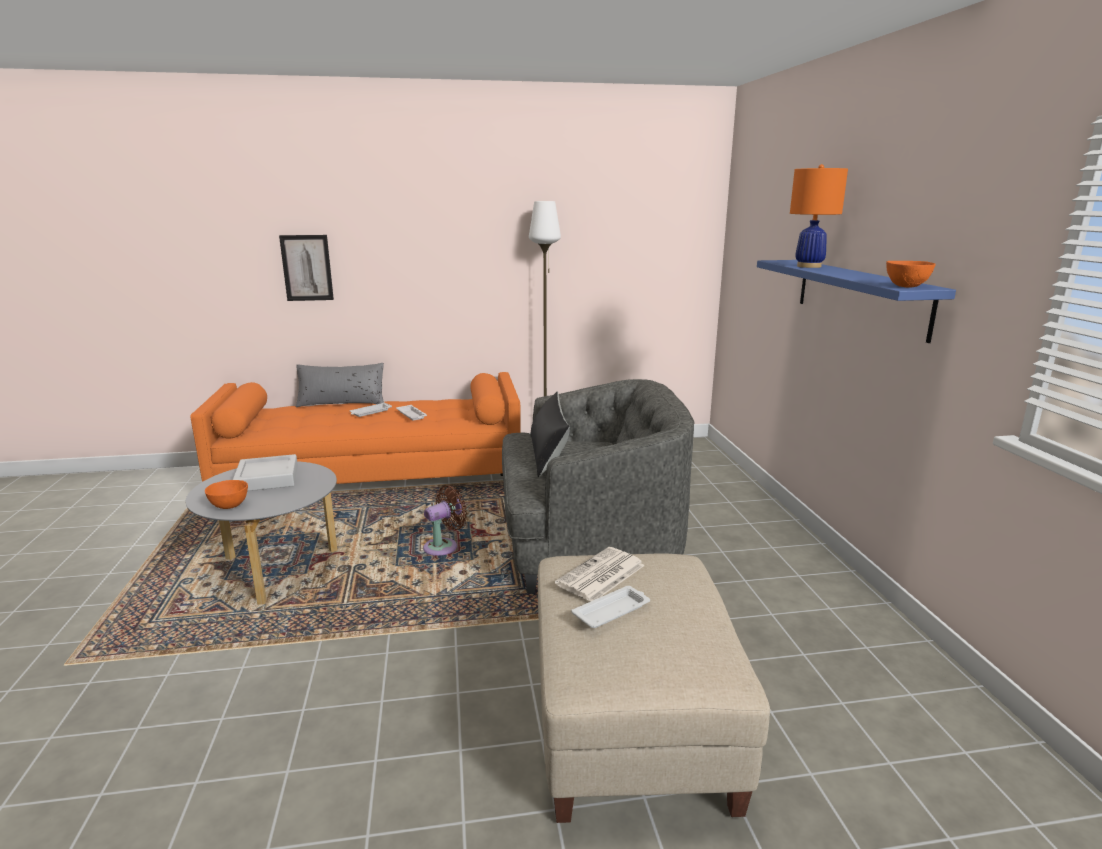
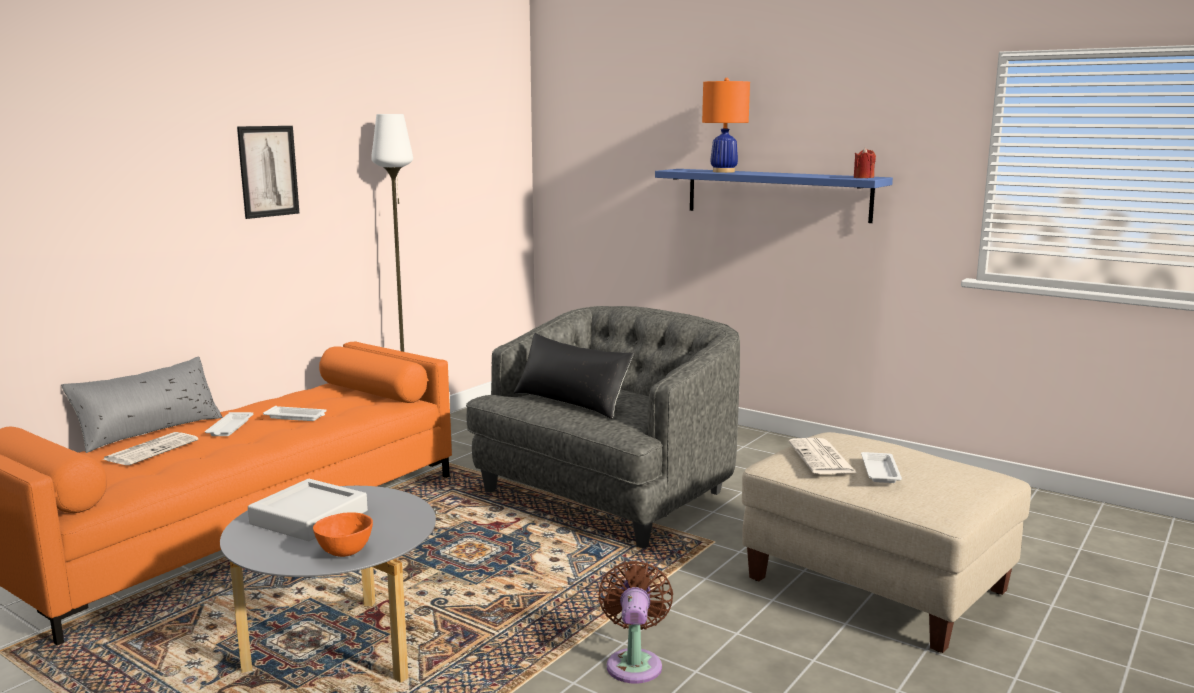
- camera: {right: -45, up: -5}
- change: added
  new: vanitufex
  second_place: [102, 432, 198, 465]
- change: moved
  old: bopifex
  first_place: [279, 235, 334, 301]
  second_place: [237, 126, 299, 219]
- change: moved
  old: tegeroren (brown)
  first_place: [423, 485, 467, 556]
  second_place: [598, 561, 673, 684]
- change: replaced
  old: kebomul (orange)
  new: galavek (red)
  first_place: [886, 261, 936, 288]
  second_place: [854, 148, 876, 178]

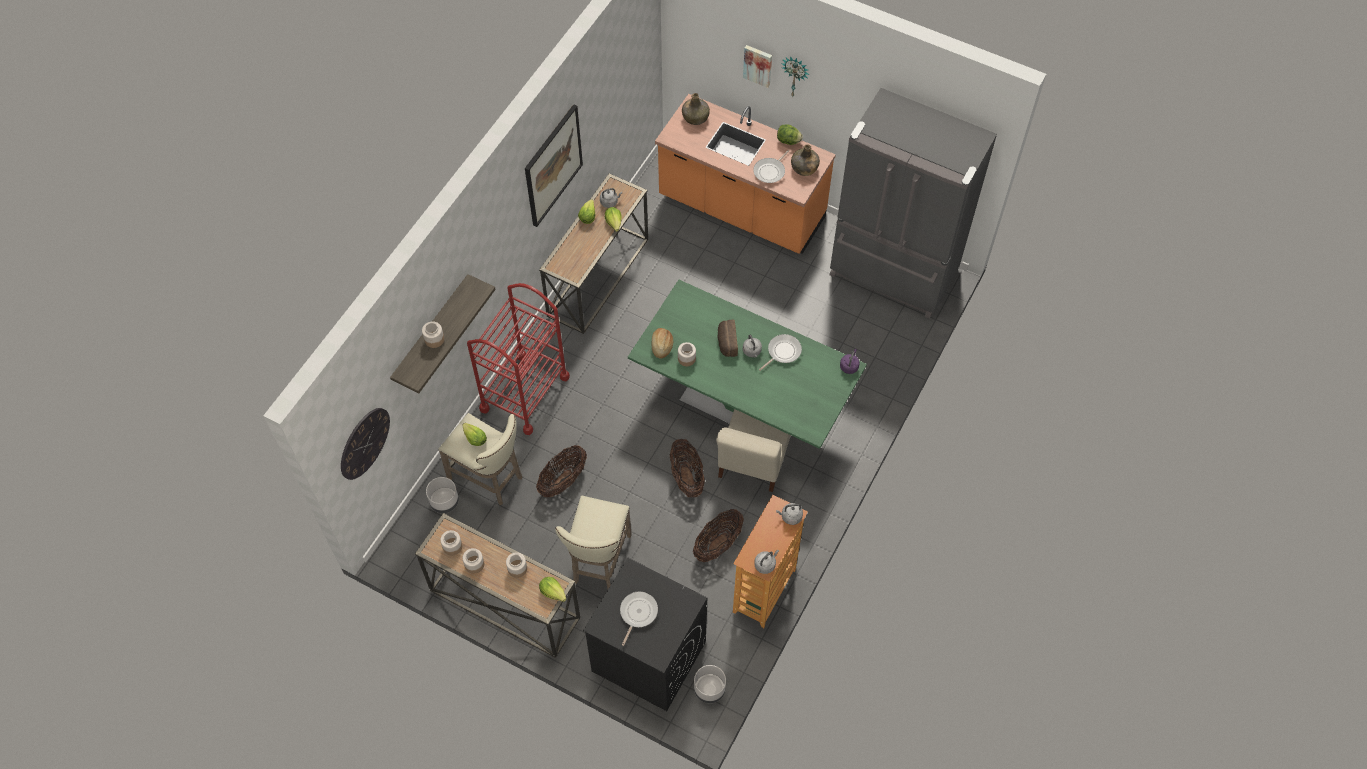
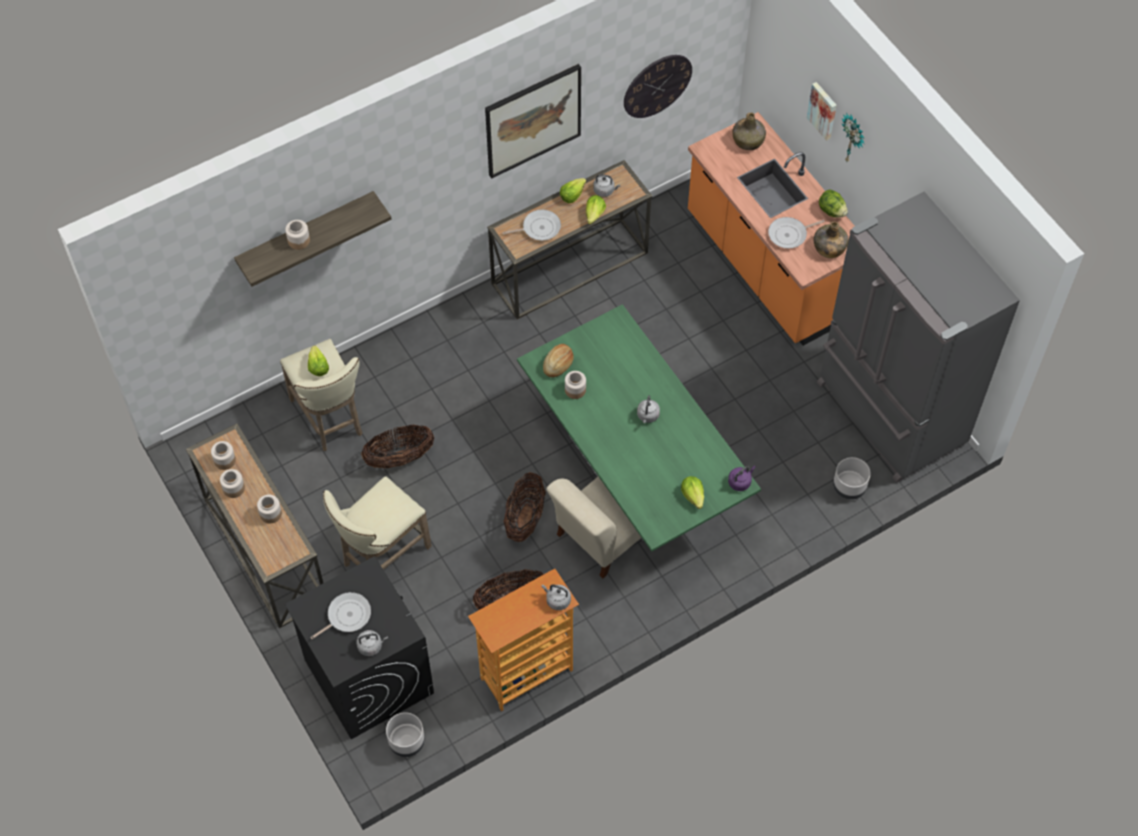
- camera: {right: 30, up: 0}
- change: removed
  old: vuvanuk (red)
  first_place: [467, 283, 570, 435]
- change: removed
  old: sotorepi
  first_place: [717, 320, 738, 357]
- change: moved
  old: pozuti
  first_place: [341, 408, 390, 480]
  second_place: [624, 55, 692, 118]
- change: moved
  old: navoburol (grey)
  first_place: [426, 477, 459, 513]
  second_place: [833, 457, 871, 500]
- change: moved
  old: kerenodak
  first_place: [539, 577, 566, 602]
  second_place: [681, 476, 704, 509]
- change: moved
  old: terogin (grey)
  first_place: [754, 550, 779, 574]
  second_place: [356, 630, 388, 656]
- change: moved
  old: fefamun
  first_place: [759, 334, 802, 371]
  second_place: [503, 210, 561, 240]

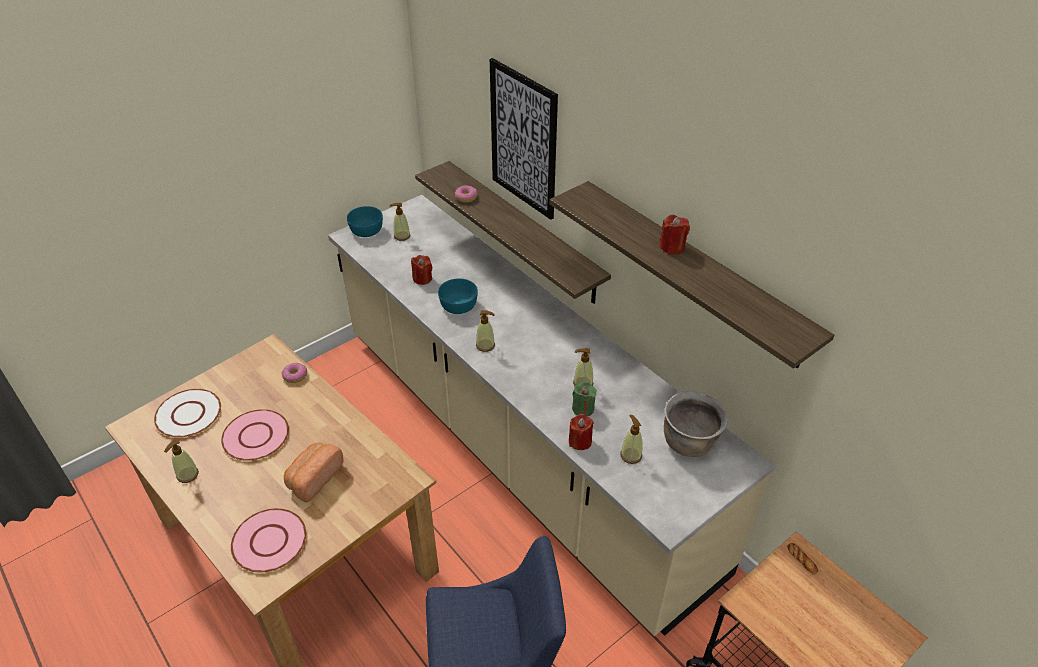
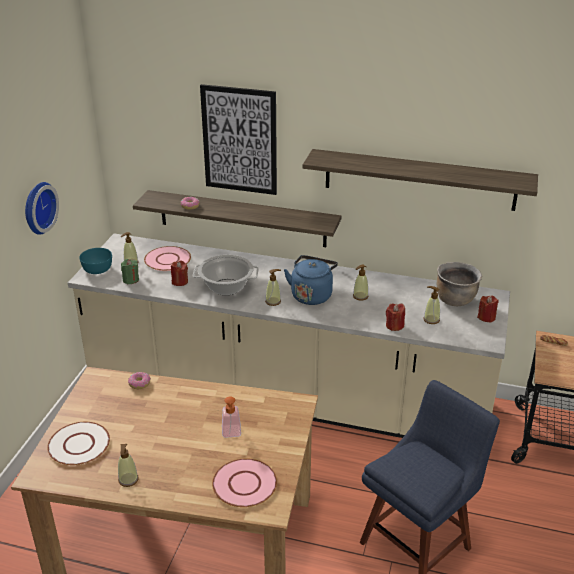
- camera: {right: -35, up: -10}
- change: added
  new: pozuti
  second_place: [25, 182, 59, 235]
- change: added
  new: terogin (blue)
  second_place: [284, 255, 338, 305]
- change: moved
  old: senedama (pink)
  first_place: [221, 409, 289, 461]
  second_place: [144, 246, 191, 271]
- change: moved
  old: galavek (green)
  first_place: [572, 382, 597, 416]
  second_place: [121, 259, 139, 284]
- change: moved
  old: galavek (red)
  first_place: [660, 215, 690, 254]
  second_place: [477, 295, 498, 323]
- change: replaced
  old: sotorepi
  new: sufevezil
  first_place: [284, 443, 344, 502]
  second_place: [222, 396, 241, 438]
- change: replaced
  old: kebomul (turquoise)
  new: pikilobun
  first_place: [438, 278, 478, 314]
  second_place: [193, 255, 259, 295]

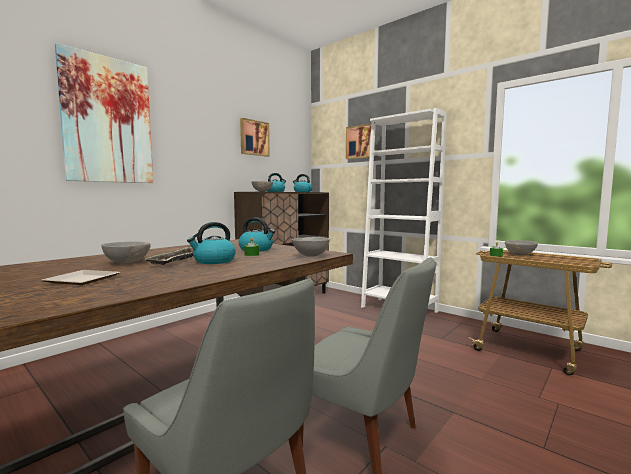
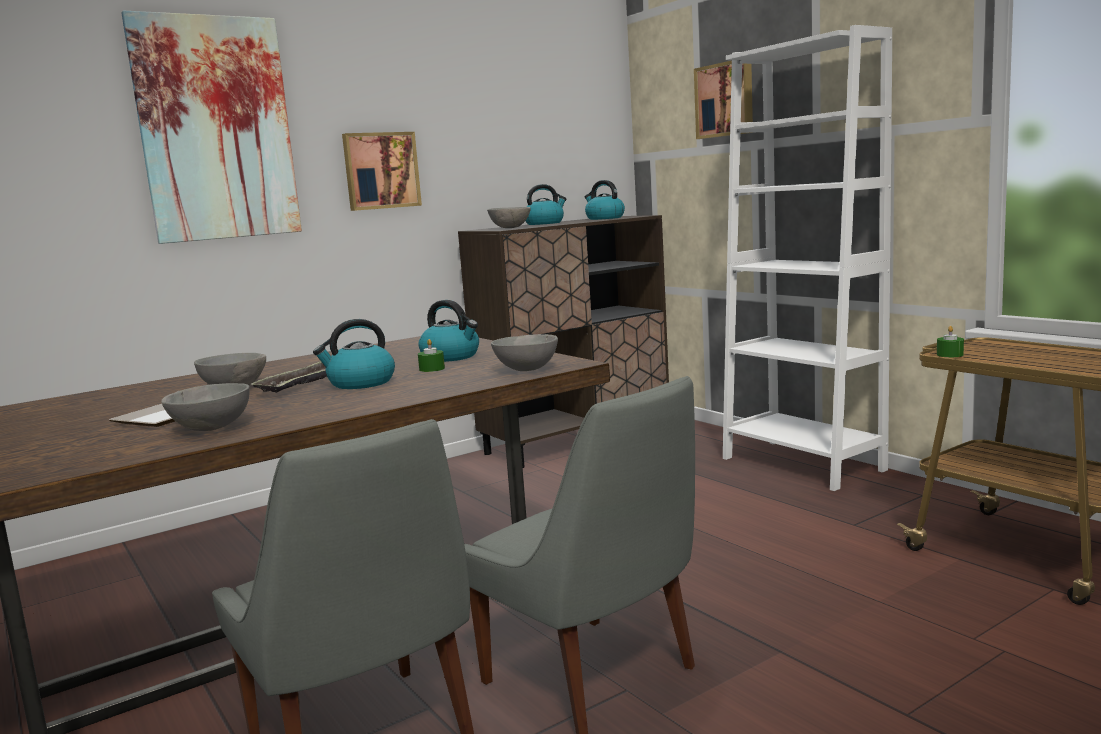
- camera: {right: 15, up: 5}
- change: moved
  old: bopifex
  first_place: [240, 118, 270, 157]
  second_place: [342, 132, 422, 211]
- change: moved
  old: kebomul (grey)
  first_place: [505, 240, 538, 255]
  second_place: [161, 383, 250, 431]

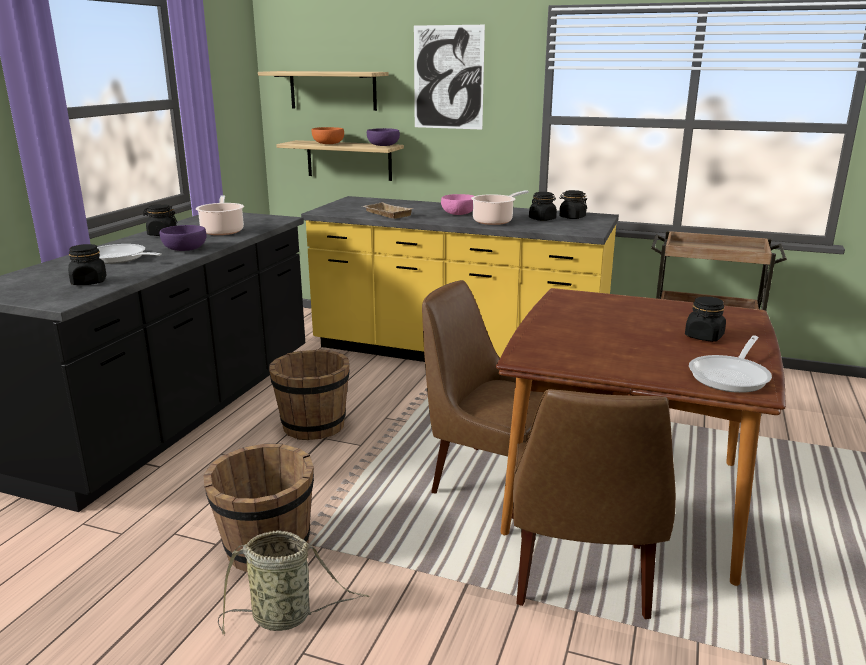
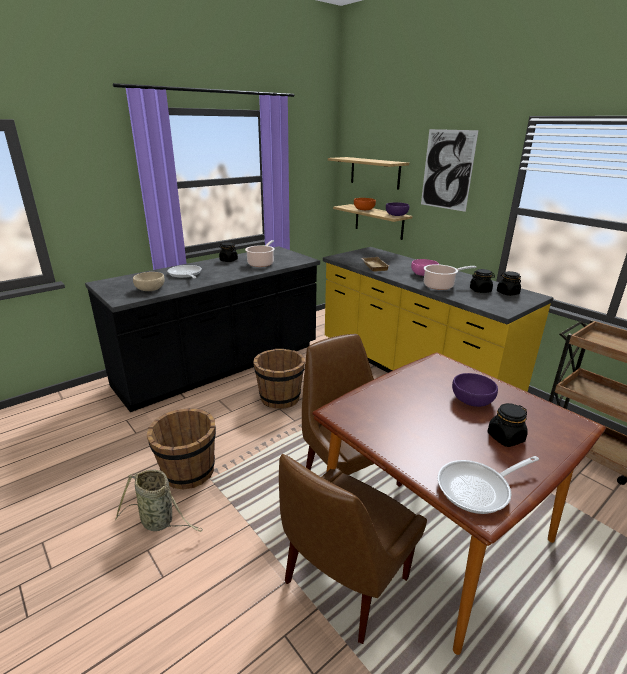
- camera: {right: 30, up: 5}
- change: moved
  old: kebomul (purple)
  first_place: [160, 225, 207, 251]
  second_place: [452, 373, 498, 407]
- change: replaced
  old: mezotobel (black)
  new: kebomul (beige)
  first_place: [68, 244, 106, 285]
  second_place: [133, 272, 165, 291]

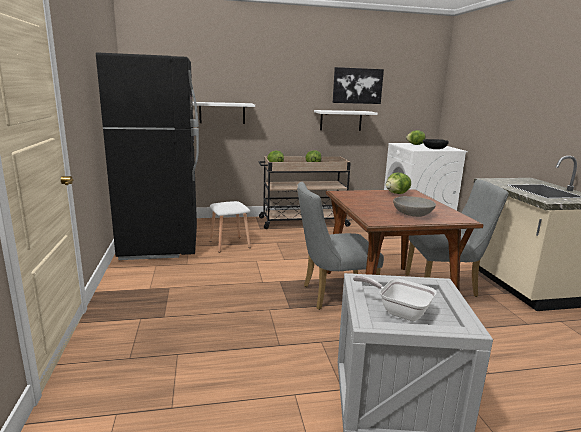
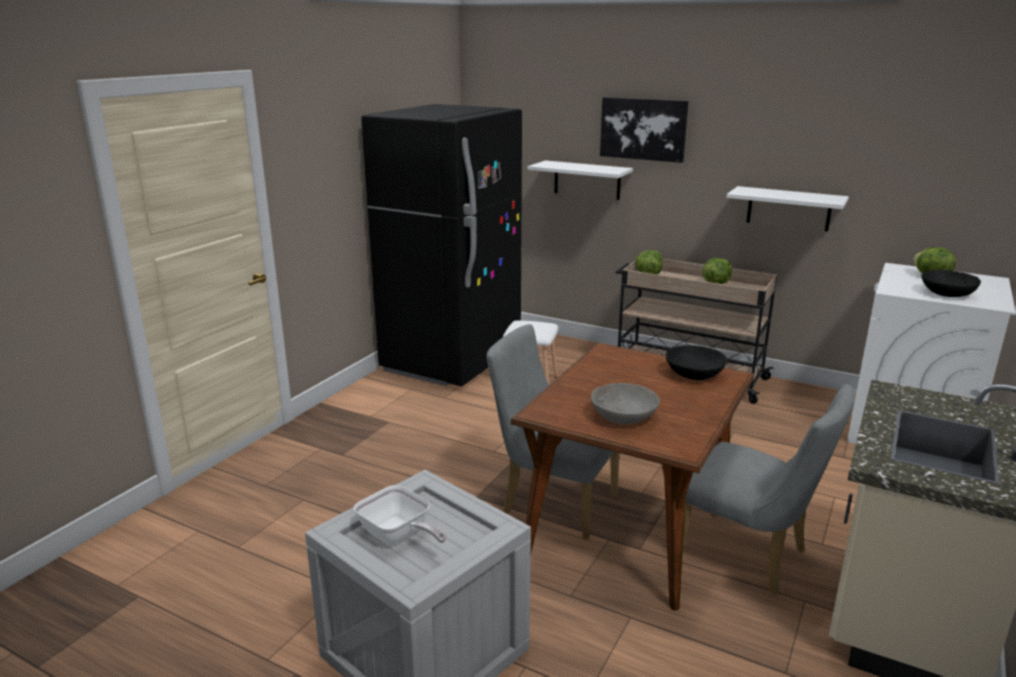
- camera: {right: 40, up: 5}
- change: moved
  old: bopifex
  first_place: [333, 67, 384, 104]
  second_place: [600, 97, 689, 163]
- change: replaced
  old: kerenodak
  new: kebomul (black)
  first_place: [386, 173, 411, 194]
  second_place: [666, 345, 727, 380]
- change: turned
  old: fefamun
  first_place: [353, 276, 437, 321]
  second_place: [353, 485, 446, 544]
  degrees: 150

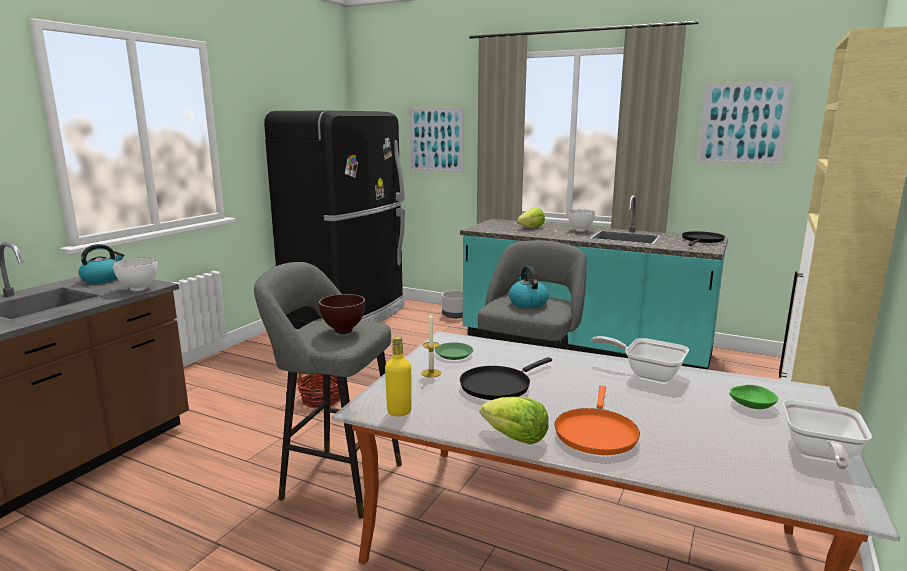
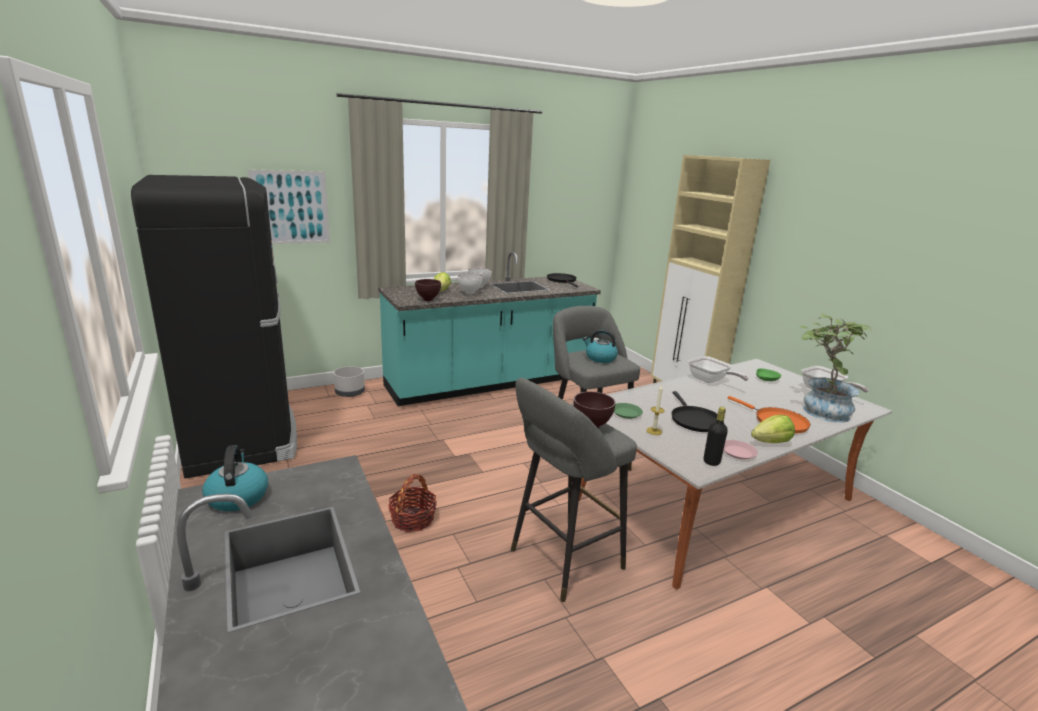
- camera: {right: -55, up: 5}
- change: removed
  old: bopifex
  first_place: [697, 81, 794, 165]
- change: added
  new: kebomul (brown)
  second_place: [415, 279, 441, 301]
- change: added
  new: senedama (pink)
  second_place: [724, 440, 758, 460]
- change: added
  new: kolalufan
  second_place: [800, 313, 872, 423]
- change: moved
  old: kebomul (white)
  first_place: [112, 258, 157, 291]
  second_place: [458, 274, 483, 295]
- change: recoloured
  old: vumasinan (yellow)
  new: vumasinan (black)
  first_place: [385, 336, 412, 416]
  second_place: [704, 407, 728, 466]
- change: turned
  old: fefamun
  first_place: [592, 336, 689, 382]
  second_place: [688, 356, 749, 383]
  degrees: -105

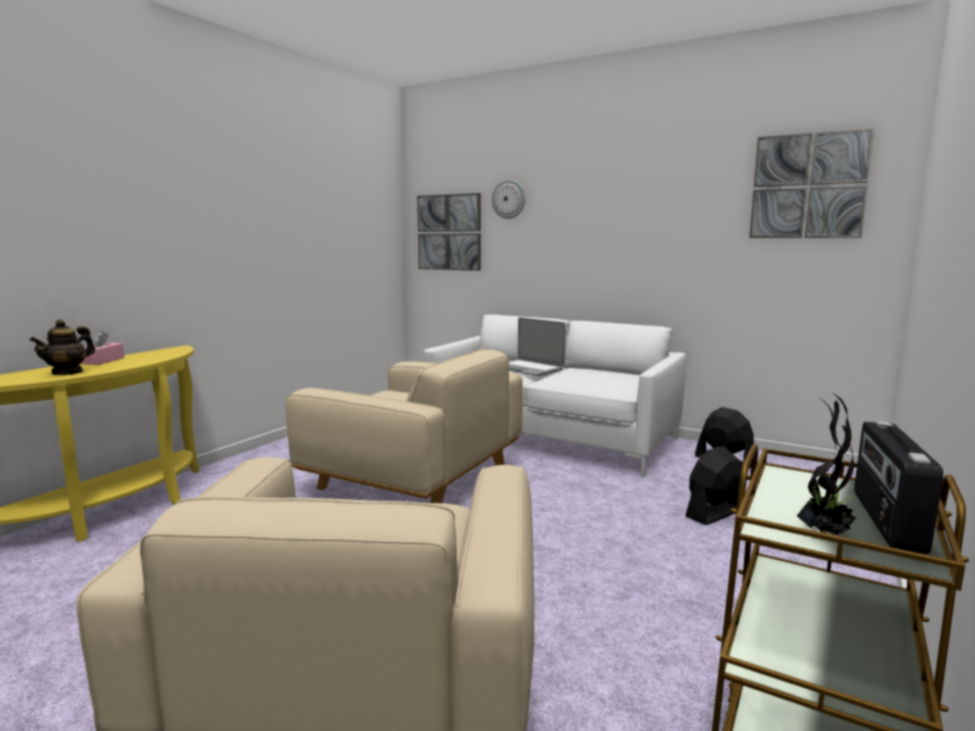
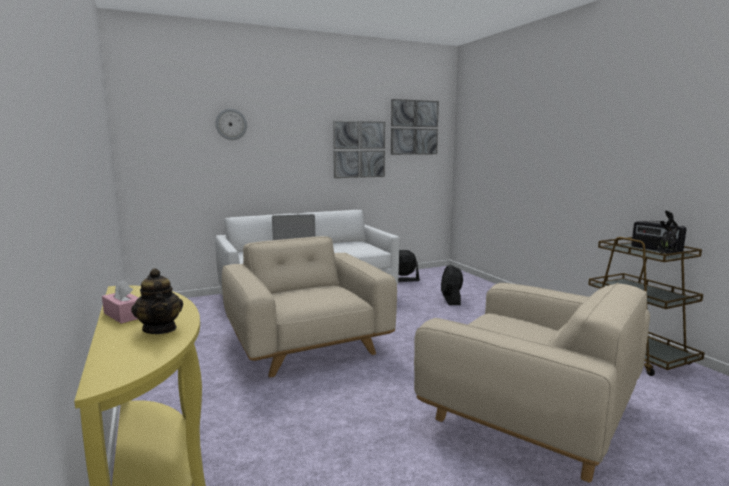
- camera: {right: -55, up: 0}
- change: moved
  old: bopifex
  first_place: [417, 193, 481, 271]
  second_place: [333, 120, 385, 178]
- change: turned
  old: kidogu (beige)
  first_place: [285, 349, 523, 503]
  second_place: [222, 236, 397, 377]
  degrees: -90

